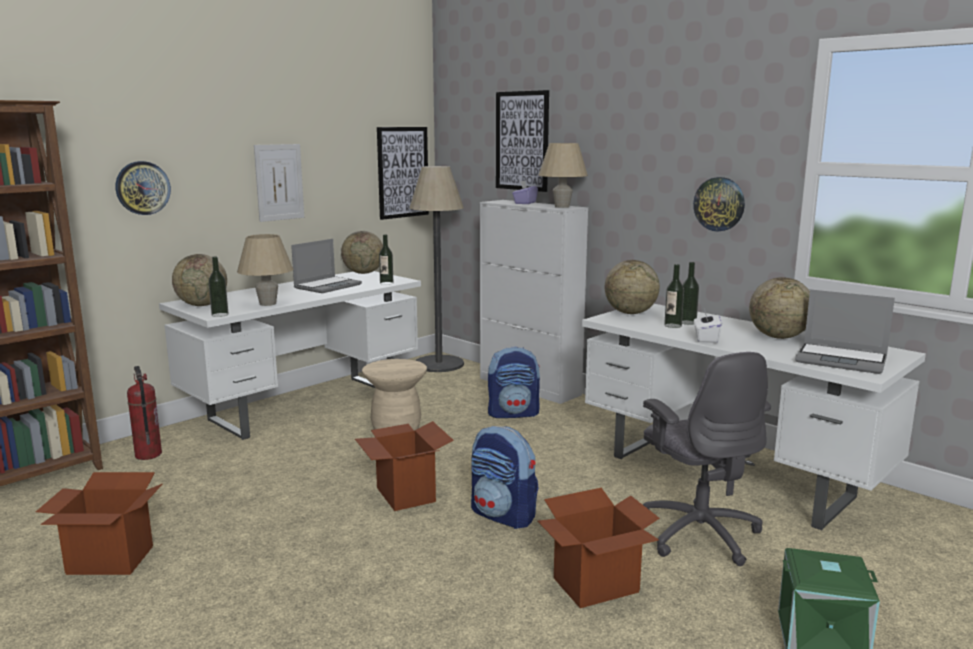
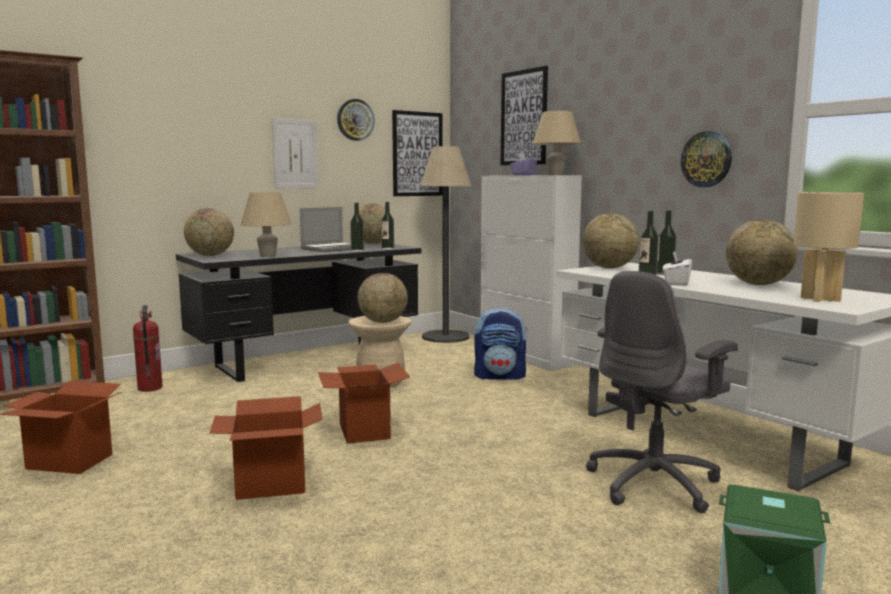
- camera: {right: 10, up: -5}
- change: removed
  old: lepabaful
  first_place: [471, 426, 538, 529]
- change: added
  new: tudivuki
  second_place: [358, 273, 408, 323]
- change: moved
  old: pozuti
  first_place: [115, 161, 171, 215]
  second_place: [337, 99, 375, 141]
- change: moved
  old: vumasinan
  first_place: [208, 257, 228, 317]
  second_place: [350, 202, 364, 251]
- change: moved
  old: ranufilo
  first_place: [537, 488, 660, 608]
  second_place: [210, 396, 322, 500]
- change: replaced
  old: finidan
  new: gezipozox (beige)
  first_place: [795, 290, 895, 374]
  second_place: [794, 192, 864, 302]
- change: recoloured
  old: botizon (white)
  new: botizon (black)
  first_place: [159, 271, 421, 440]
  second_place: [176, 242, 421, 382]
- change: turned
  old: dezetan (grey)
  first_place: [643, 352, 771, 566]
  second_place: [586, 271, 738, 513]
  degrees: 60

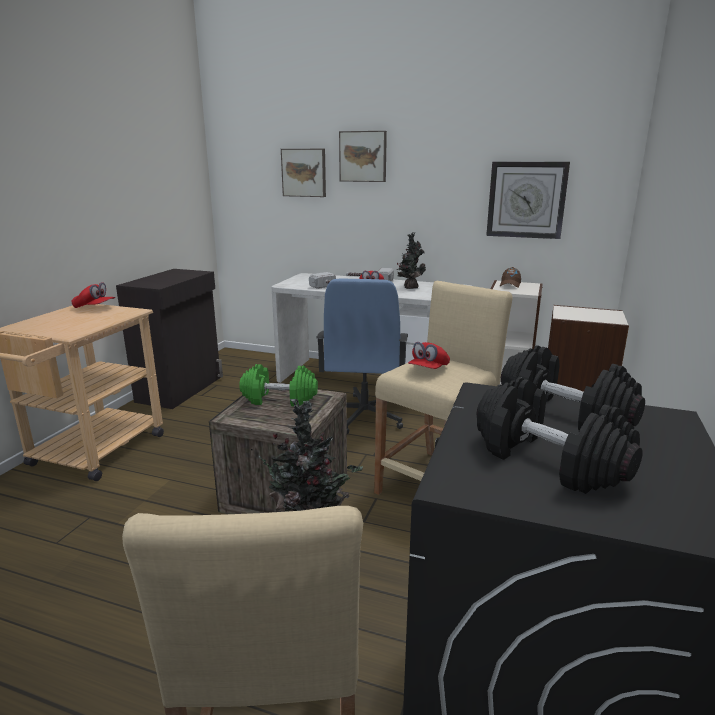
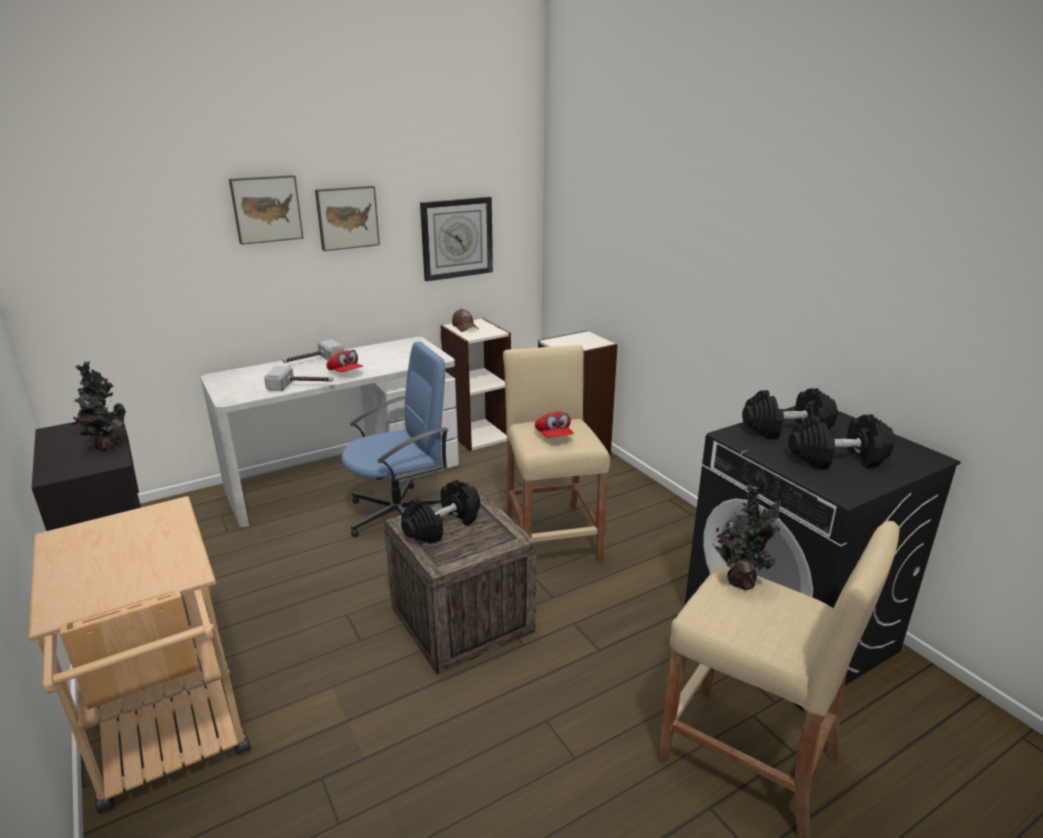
- camera: {right: -50, up: 5}
- change: removed
  old: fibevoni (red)
  first_place: [71, 282, 116, 308]
- change: moved
  old: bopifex
  first_place: [281, 149, 326, 197]
  second_place: [315, 186, 380, 251]
- change: moved
  old: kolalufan
  first_place: [397, 232, 426, 289]
  second_place: [71, 361, 126, 450]
- change: recoloured
  old: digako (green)
  new: digako (black)
  first_place: [239, 364, 318, 406]
  second_place: [401, 480, 480, 544]
- change: turned
  old: dezetan (blue)
  first_place: [316, 279, 408, 434]
  second_place: [341, 341, 448, 537]
  degrees: -75

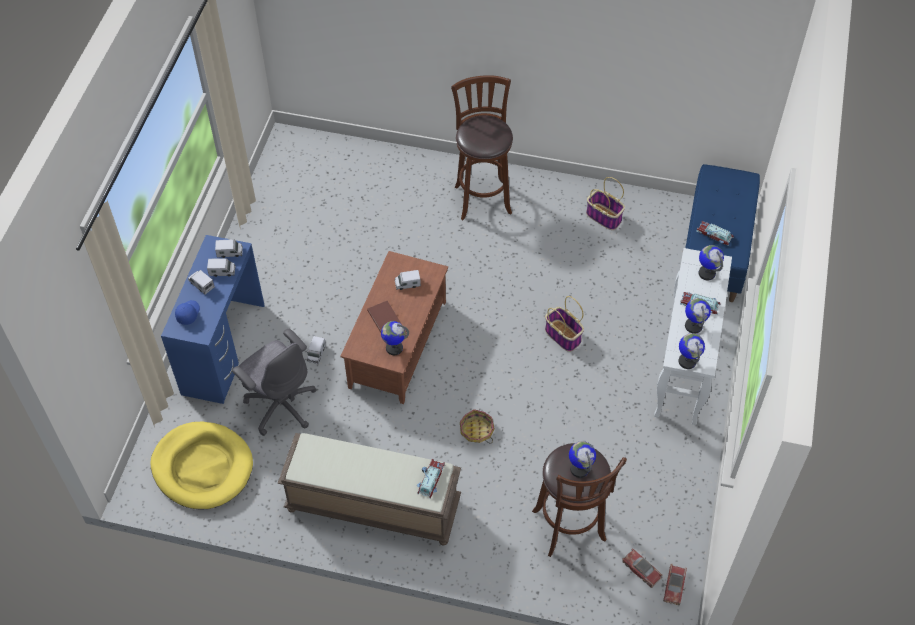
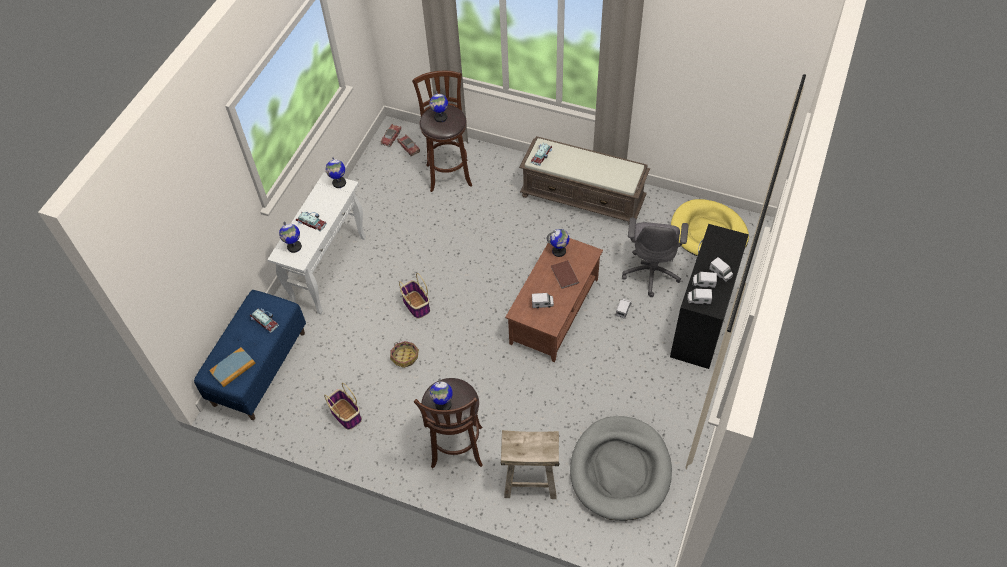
- camera: {right: -170, up: 0}
- change: removed
  old: fibevoni (blue)
  first_place: [175, 300, 200, 325]
- change: added
  new: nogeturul
  second_place: [209, 347, 256, 387]
- change: added
  new: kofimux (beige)
  second_place: [501, 430, 560, 499]
- change: added
  new: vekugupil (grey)
  second_place: [570, 416, 672, 521]
- change: moved
  old: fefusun
  first_place: [460, 409, 495, 444]
  second_place: [390, 341, 419, 368]
- change: moved
  old: tudivuki
  first_place: [685, 298, 711, 334]
  second_place: [429, 378, 453, 410]
- change: recoloured
  old: botizon (blue)
  new: botizon (black)
  first_place: [161, 235, 265, 404]
  second_place: [670, 224, 749, 369]
- change: turned
  old: dezetan (grey)
  first_place: [232, 329, 316, 436]
  second_place: [622, 218, 689, 297]
  degrees: -135

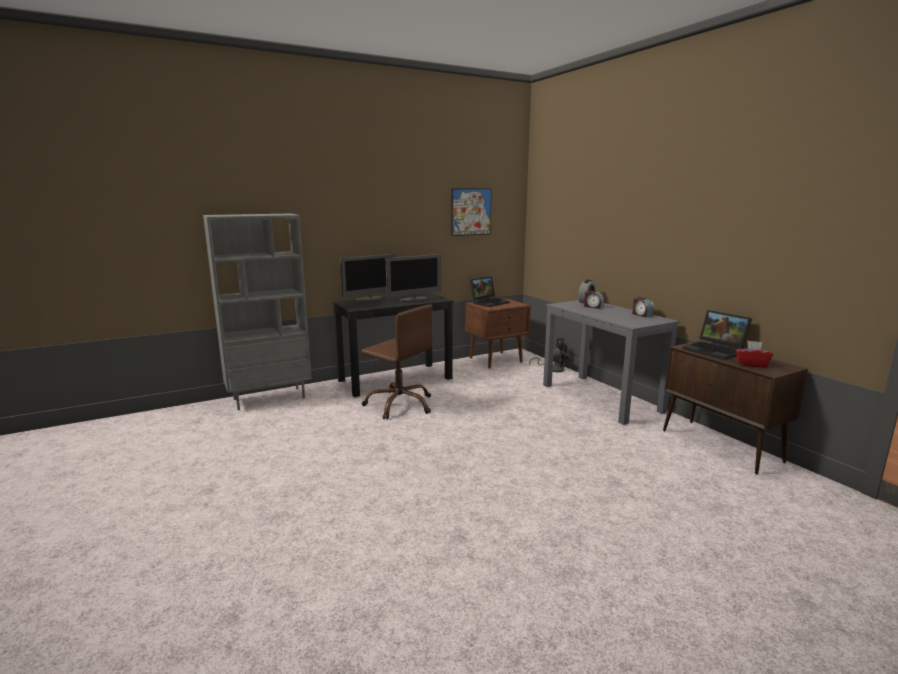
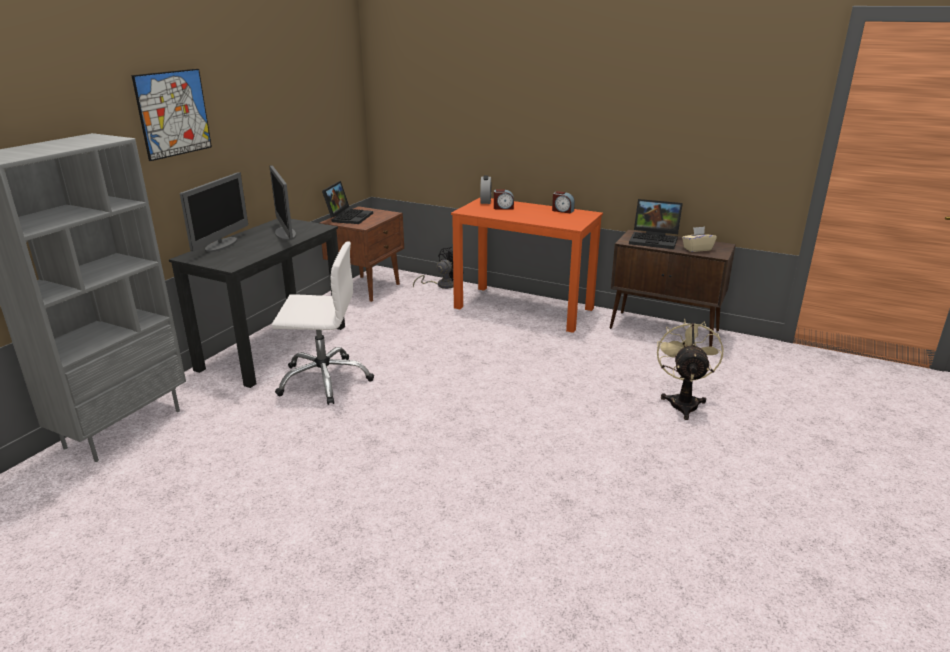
- camera: {right: -35, up: 10}
- change: added
  new: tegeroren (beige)
  second_place: [657, 319, 724, 420]
- change: moved
  old: bopifex
  first_place: [451, 188, 492, 236]
  second_place: [131, 69, 212, 161]
- change: recoloured
  old: dezetan (brown)
  new: dezetan (white)
  first_place: [361, 304, 433, 420]
  second_place: [272, 241, 374, 405]
- change: recoloured
  old: botizon (grey)
  new: botizon (orange)
  first_place: [543, 300, 679, 425]
  second_place: [451, 198, 603, 333]
- change: recoloured
  old: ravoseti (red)
  new: ravoseti (beige)
  first_place: [736, 341, 773, 368]
  second_place: [682, 227, 717, 252]
- change: turned
  old: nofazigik
  first_place: [386, 254, 441, 302]
  second_place: [269, 165, 296, 241]
  degrees: 135

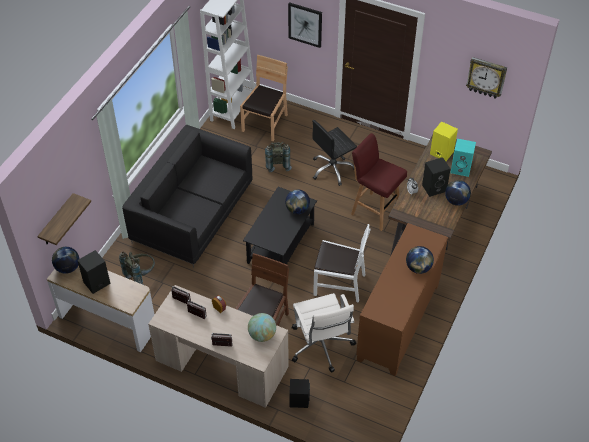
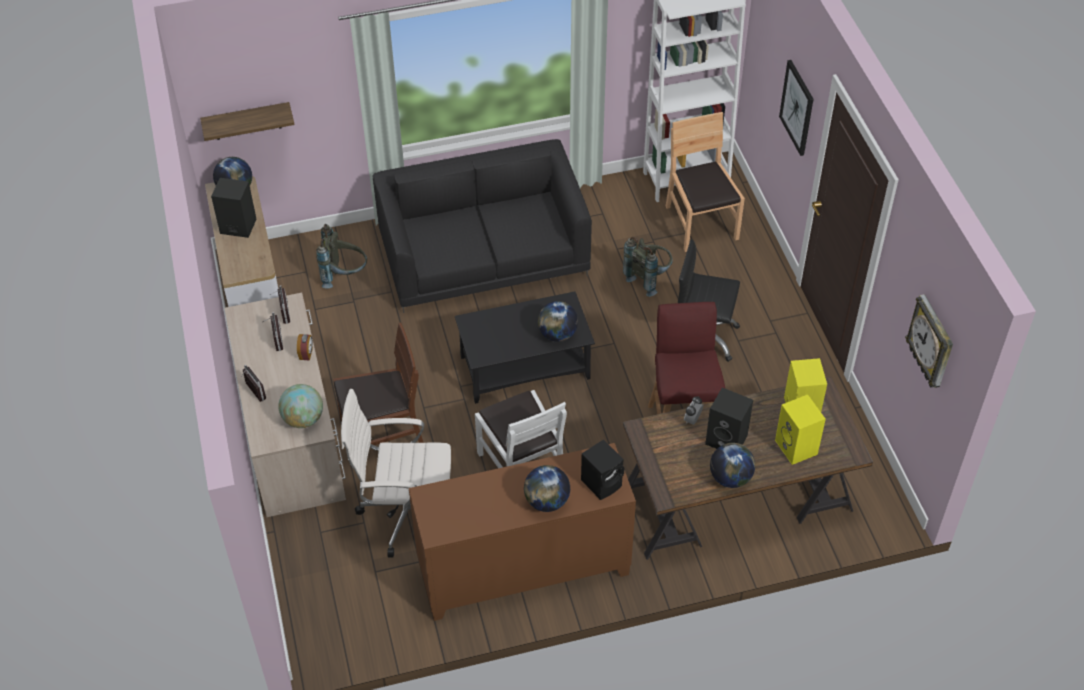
- camera: {right: 50, up: 0}
- change: moved
  old: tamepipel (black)
  first_place: [289, 379, 310, 408]
  second_place: [581, 439, 625, 500]
- change: recoloured
  old: tamepipel (turquoise)
  new: tamepipel (yellow)
  first_place: [450, 139, 476, 177]
  second_place: [775, 395, 826, 465]
- change: turned
  old: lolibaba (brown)
  first_place: [240, 55, 288, 141]
  second_place: [665, 112, 745, 252]
  degrees: -90
- change: turned
  old: dezetan (white)
  first_place: [292, 293, 356, 372]
  second_place: [341, 389, 451, 558]
  degrees: 60

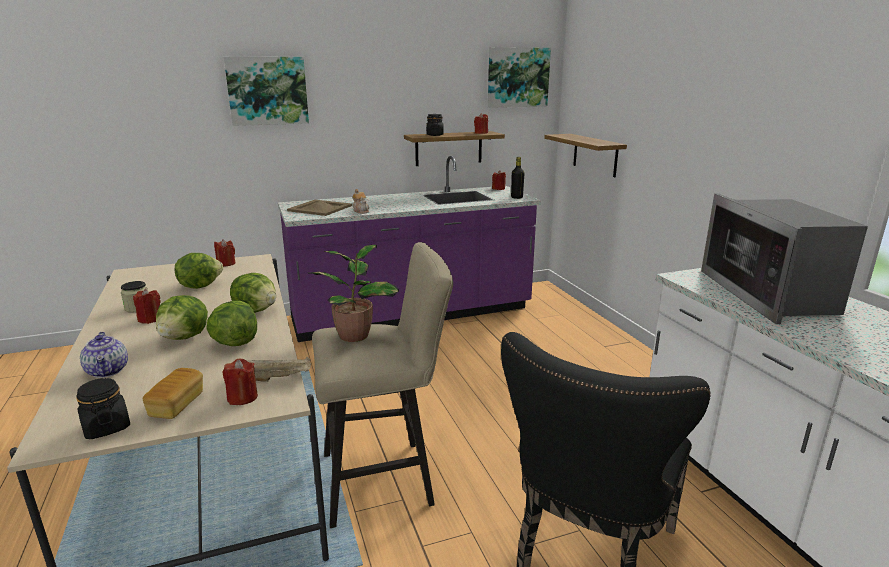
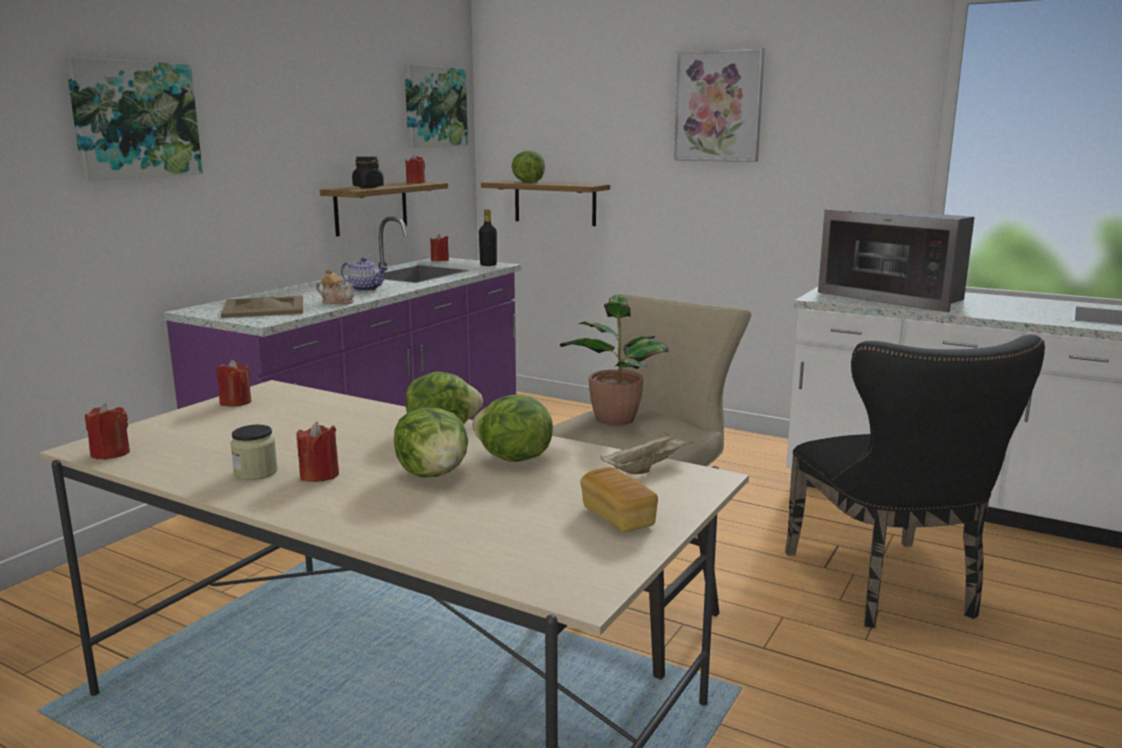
- camera: {right: -40, up: -5}
- change: removed
  old: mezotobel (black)
  first_place: [76, 378, 130, 439]
- change: added
  new: bopifex
  second_place: [674, 48, 765, 162]
- change: moved
  old: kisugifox
  first_place: [80, 332, 128, 378]
  second_place: [341, 257, 388, 291]
- change: moved
  old: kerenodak
  first_place: [174, 253, 223, 289]
  second_place: [511, 150, 545, 183]
- change: moved
  old: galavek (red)
  first_place: [222, 359, 258, 405]
  second_place: [85, 403, 130, 460]

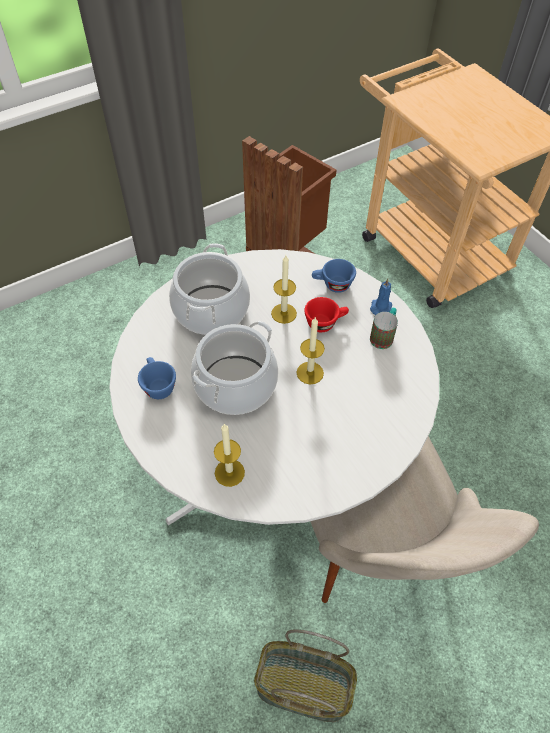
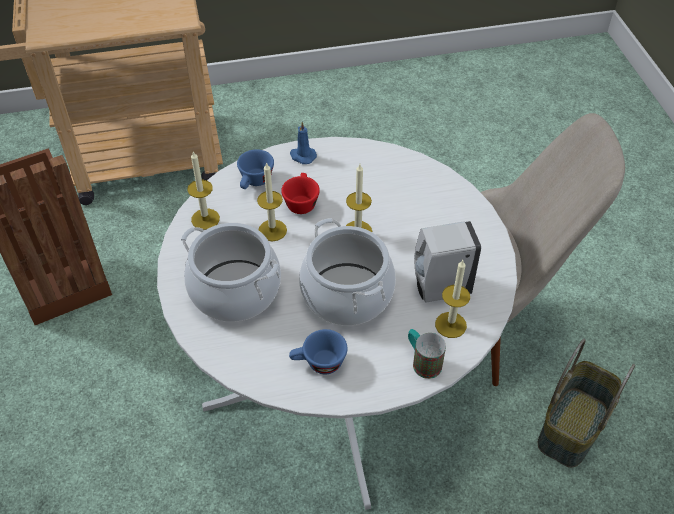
- camera: {right: -70, up: -5}
- change: added
  new: galavek
  second_place: [187, 151, 220, 230]
- change: added
  new: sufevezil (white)
  second_place: [414, 221, 481, 303]
- change: moved
  old: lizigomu
  first_place: [370, 307, 398, 349]
  second_place: [408, 329, 446, 379]

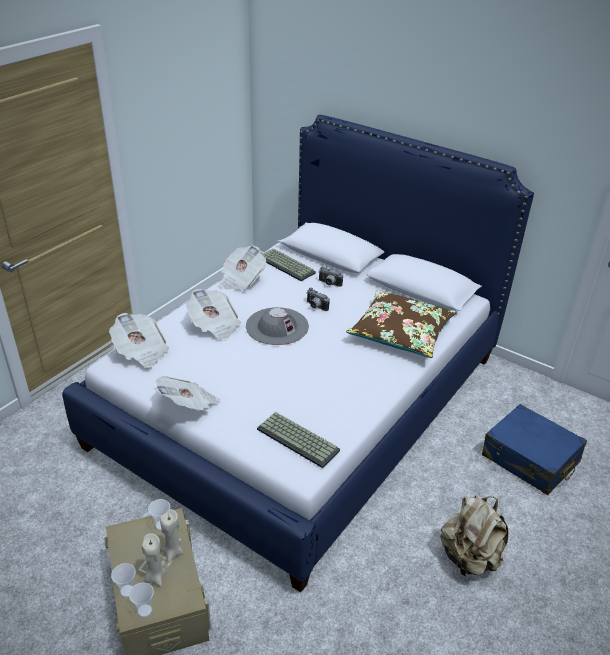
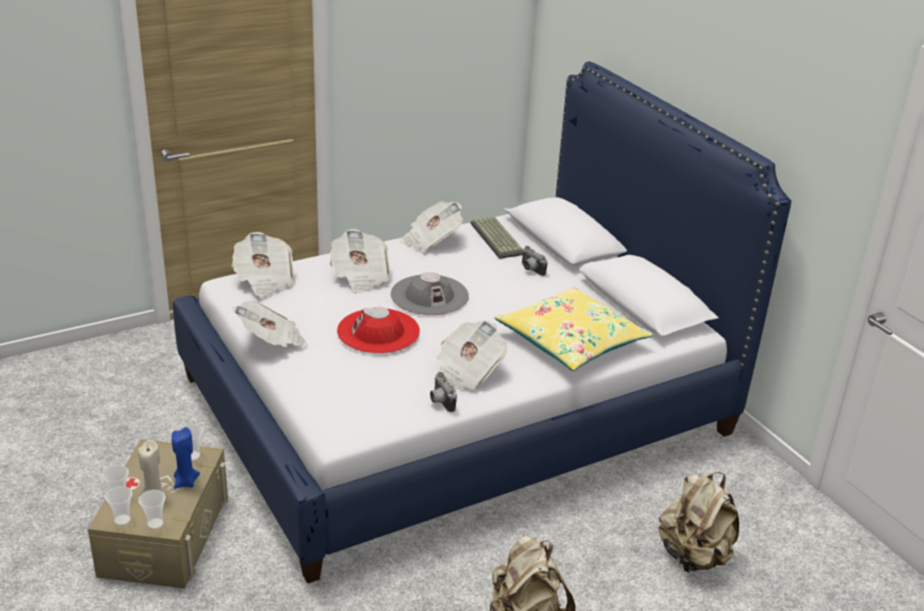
- camera: {right: 25, up: -5}
- change: removed
  old: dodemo
  first_place: [257, 412, 340, 468]
- change: added
  new: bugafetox
  second_place: [138, 490, 166, 529]
- change: added
  new: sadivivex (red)
  second_place: [337, 307, 420, 354]
- change: added
  new: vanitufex
  second_place: [434, 321, 507, 390]
- change: moved
  old: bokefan
  first_place: [307, 288, 330, 311]
  second_place: [430, 372, 457, 412]
- change: replaced
  old: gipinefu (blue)
  new: lepabaful (beige)
  first_place: [482, 404, 587, 495]
  second_place: [658, 472, 739, 573]
- change: recoloured
  old: galavek (beige)
  new: galavek (blue)
  first_place: [160, 509, 183, 562]
  second_place: [172, 427, 200, 489]
- change: recoloured
  old: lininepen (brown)
  new: lininepen (yellow)
  first_place: [346, 290, 457, 358]
  second_place: [495, 287, 653, 371]

